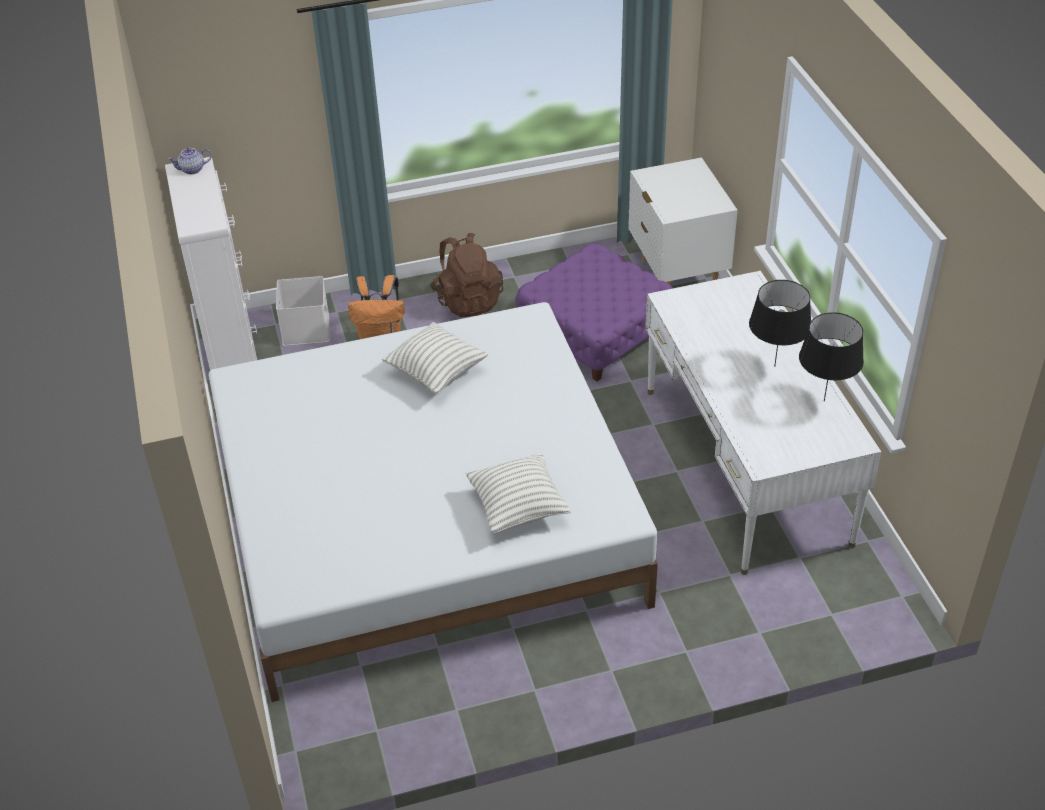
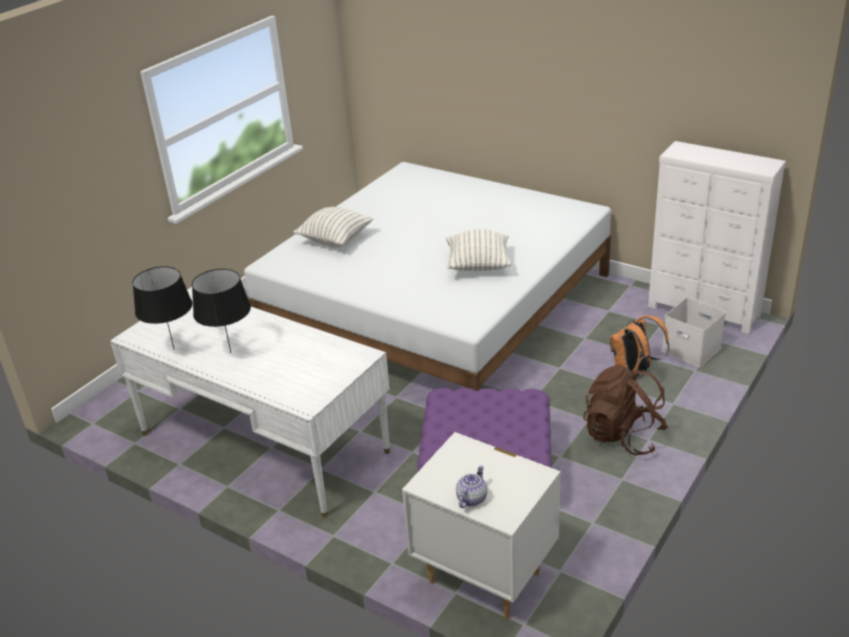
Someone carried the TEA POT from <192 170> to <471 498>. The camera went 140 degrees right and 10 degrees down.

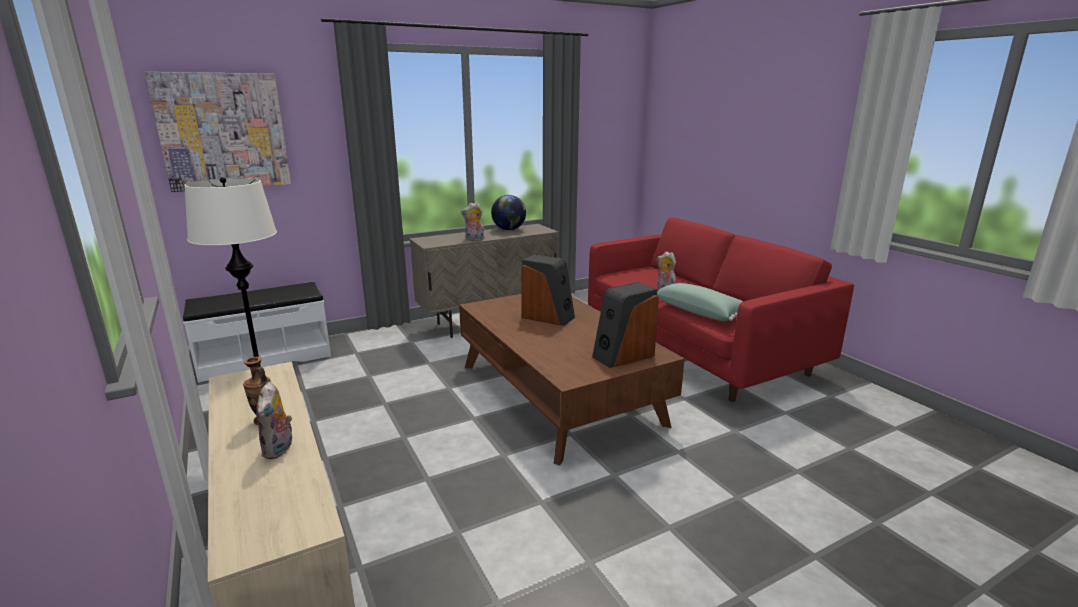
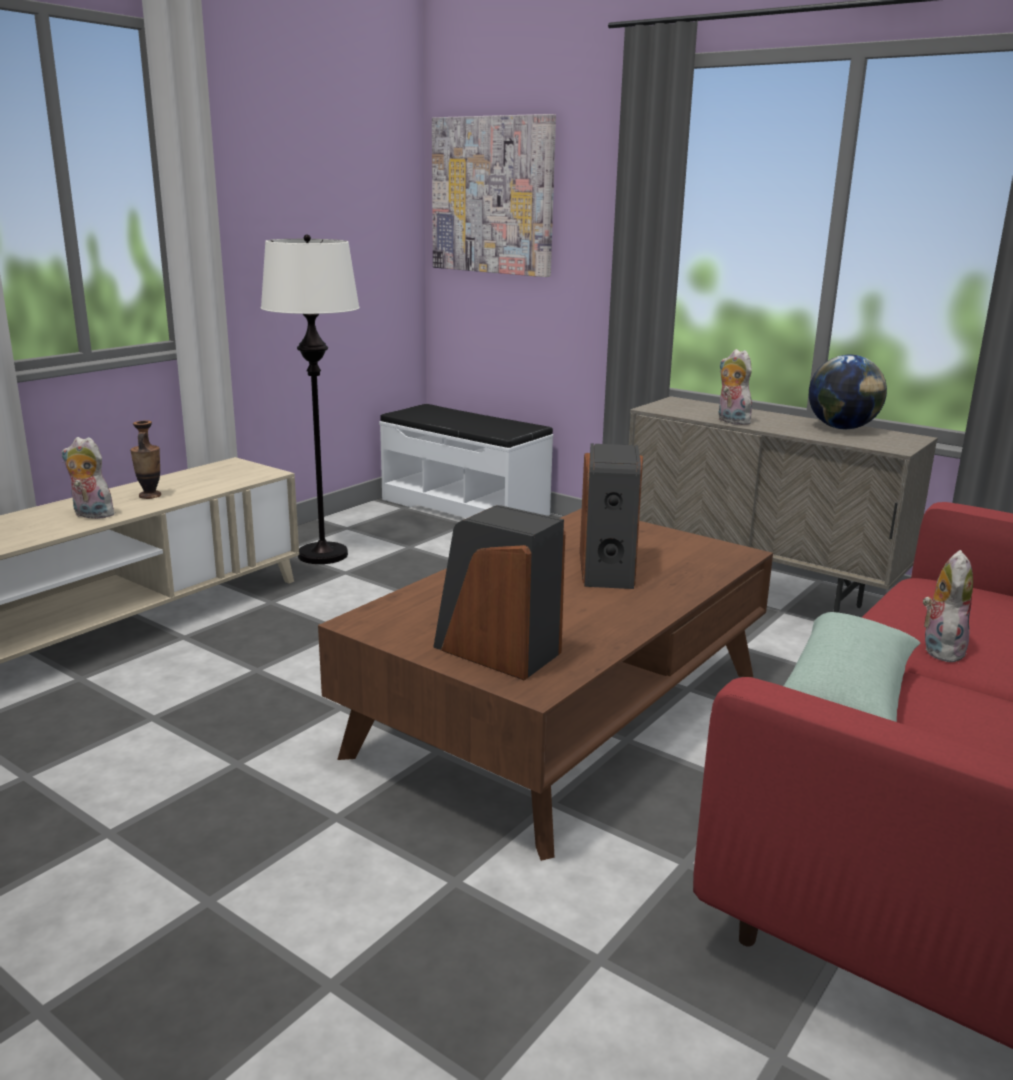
Someone rotated the SOFT TOY at <279 450> by 45 degrees clockwise. The camera went 65 degrees right and 0 degrees up.

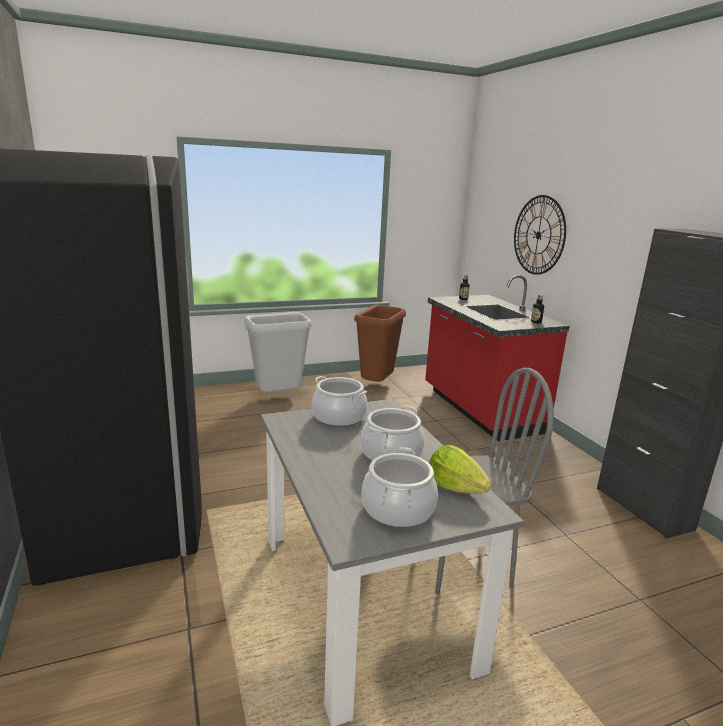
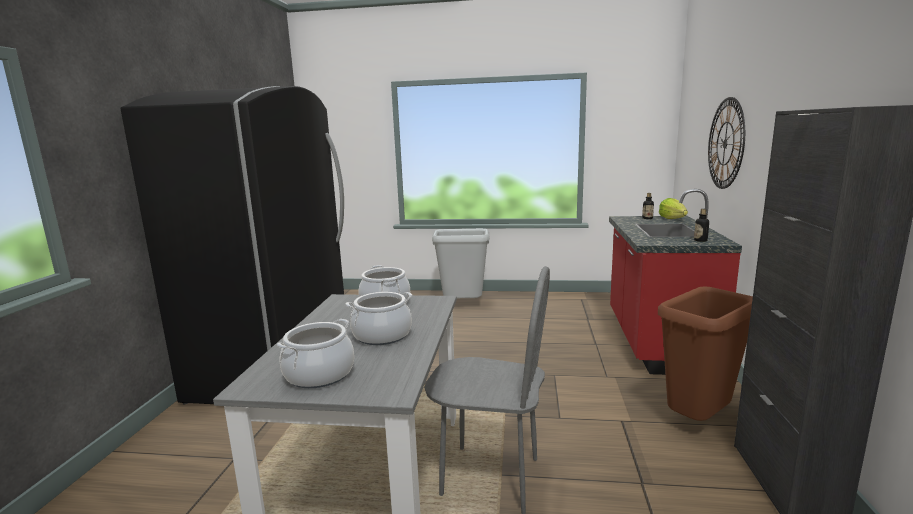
Someone carried the BROWN-COLOURED RUBBISH BIN from <377 386> to <698 422>. Someone carried the LETTUCE from <455 487> to <672 219>. The camera went 30 degrees right and 5 degrees down.

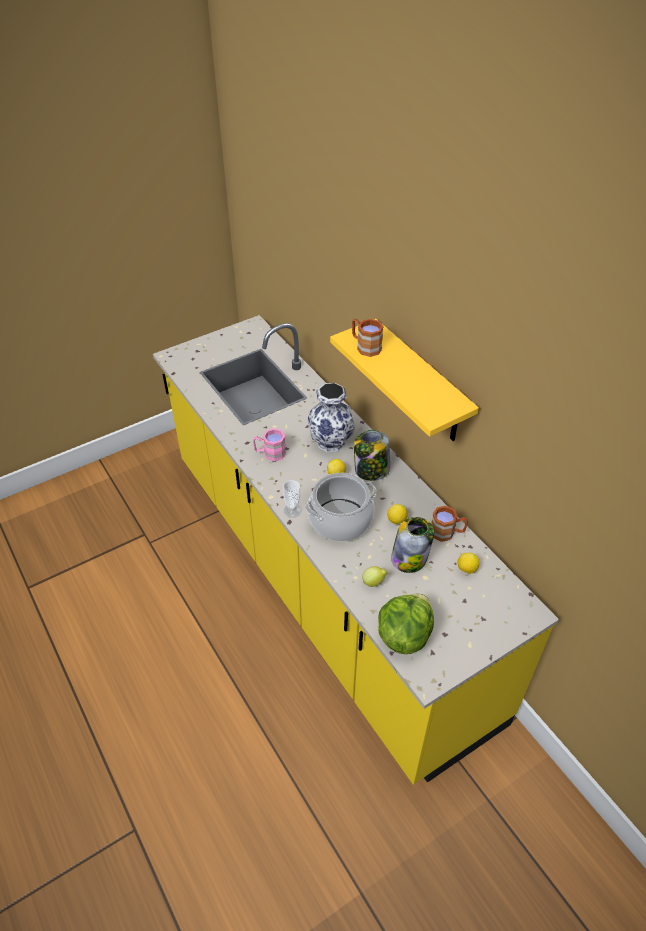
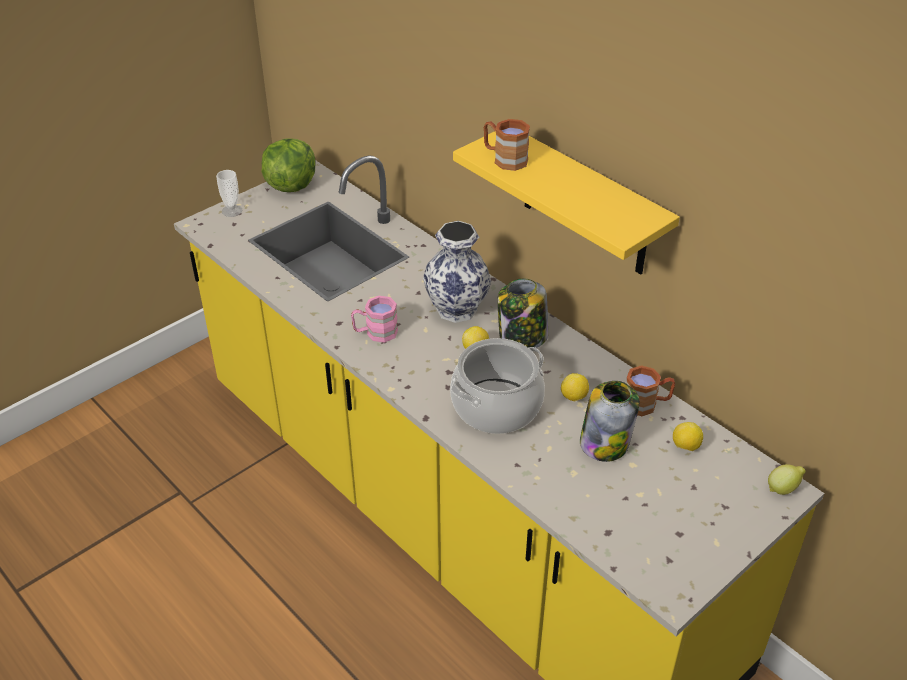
Someone carried the SMALL CUP from <292 510> to <232 211>. Someone carried the LETTUCE from <404 635> to <291 185>. Someone carried the CITRUS FRUIT from <374 582> to <783 489>. The camera went 10 degrees left and 5 degrees down.

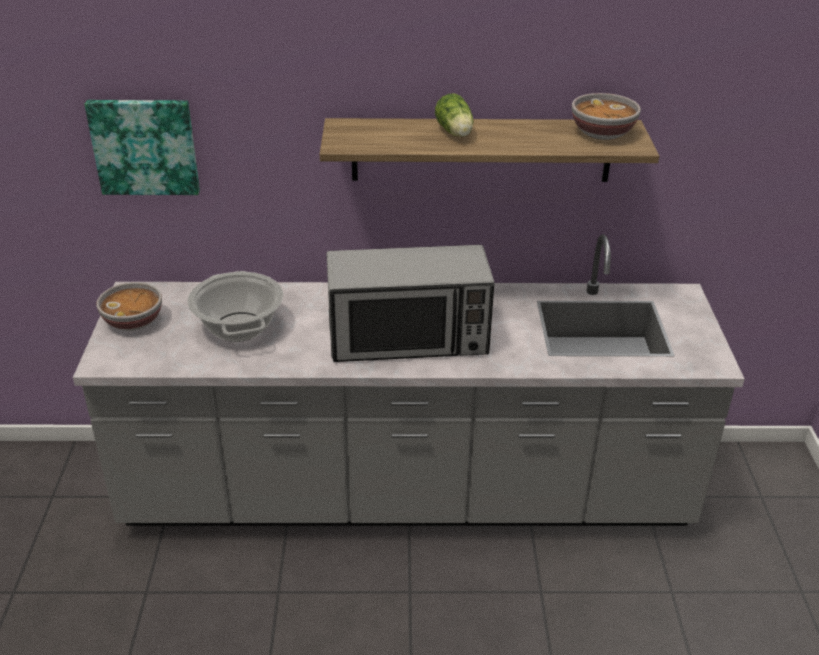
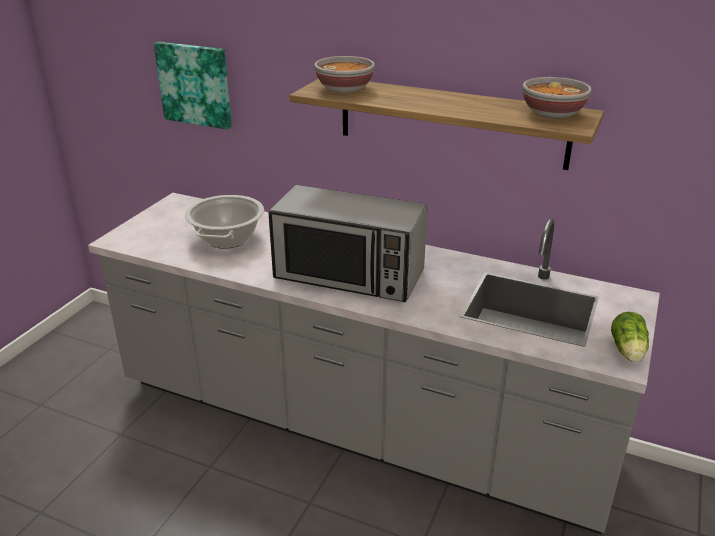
Someone carried the SERVING BOWL from <134 321> to <345 89>. Someone carried the LETTUCE from <455 133> to <628 351>. The camera went 25 degrees right and 5 degrees down.

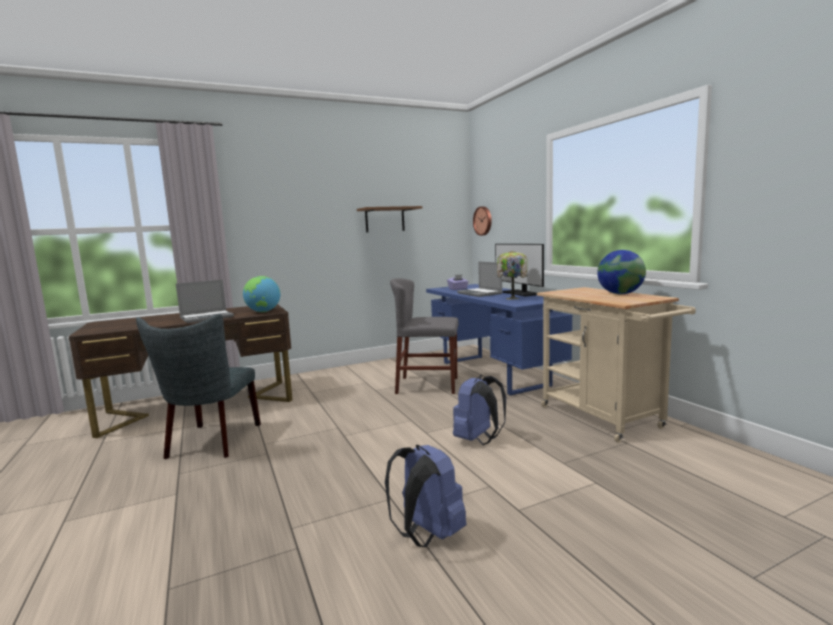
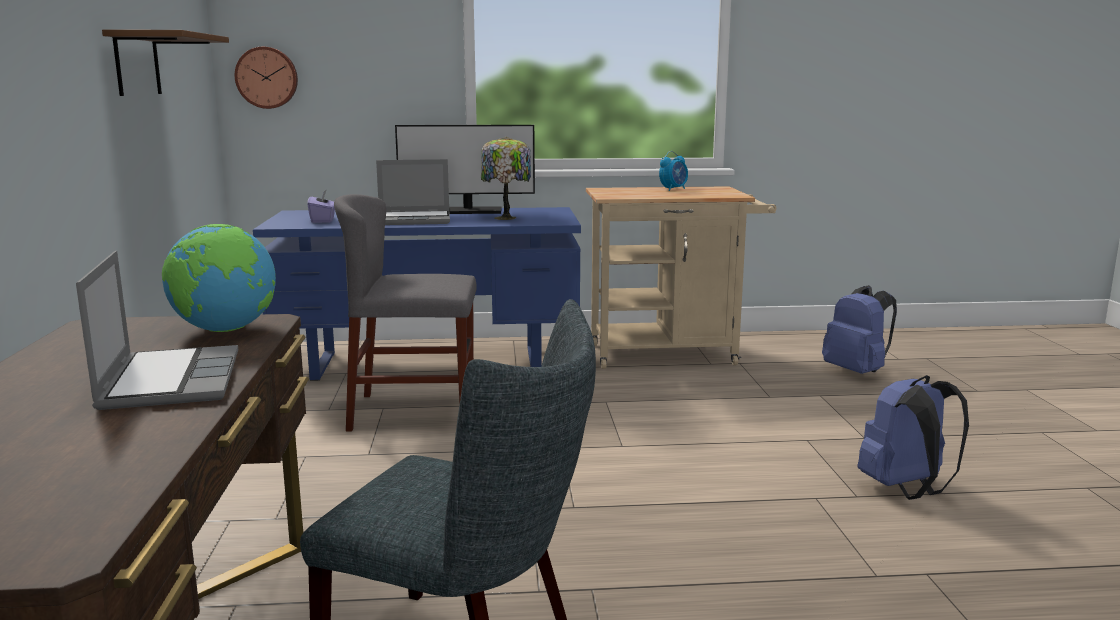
Someone rotated the GRAY CHAIR at <427 385> by 60 degrees clockwise. Someone swapped the GLOBE at <620 294> for the ALARM CLOCK at <673 189>. Someone carried the BLUISH KNAPSACK from <478 440> to <857 372>. The camera went 70 degrees left and 5 degrees up.

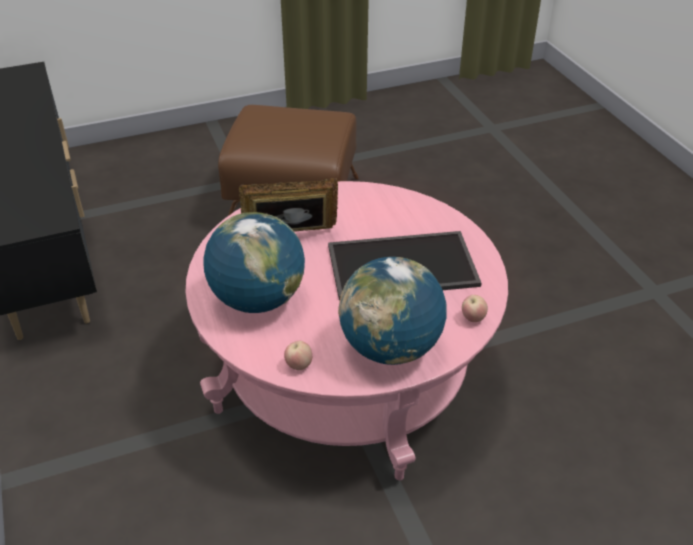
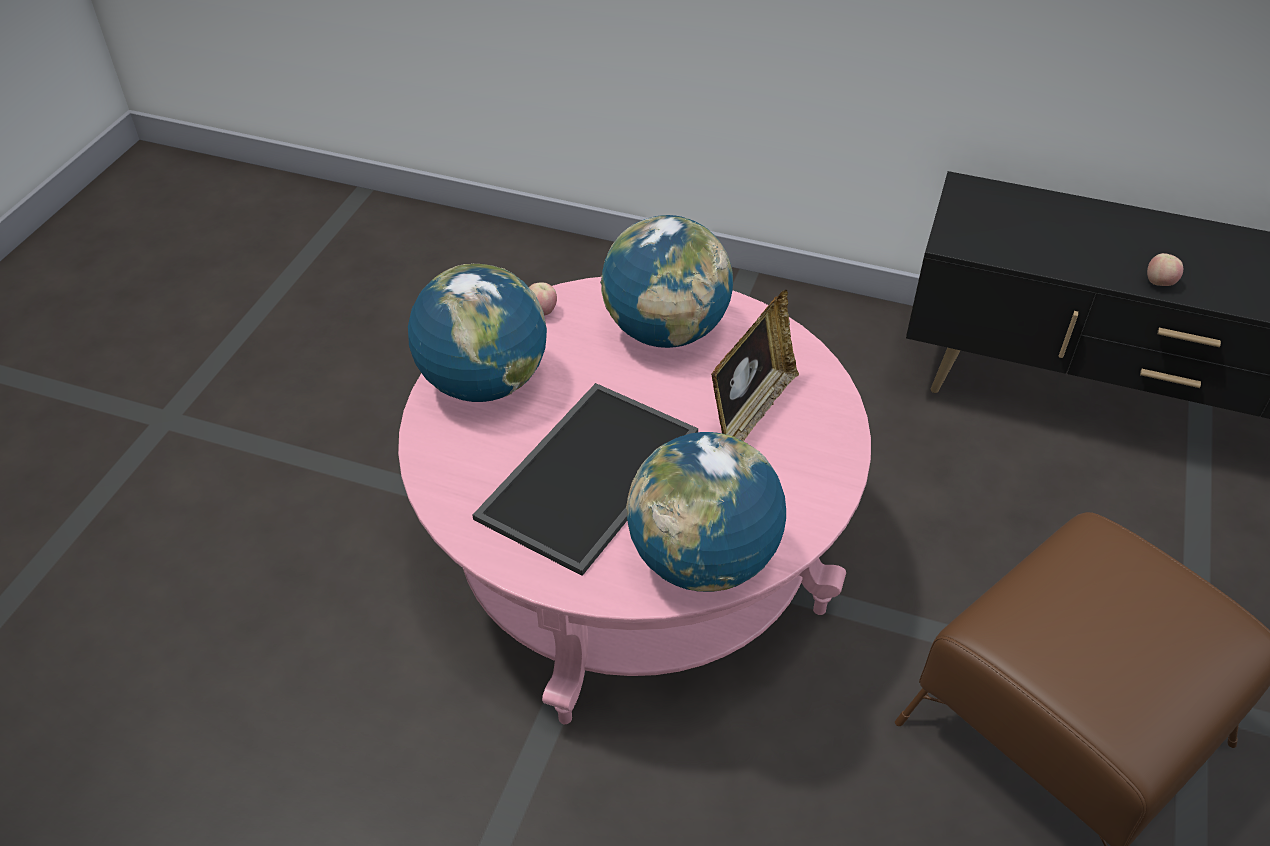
Someone put down the GLOBE at <702 560>. Someone carried the APPLE FRUIT from <473 318> to <1159 283>. The camera went 130 degrees right and 5 degrees up.

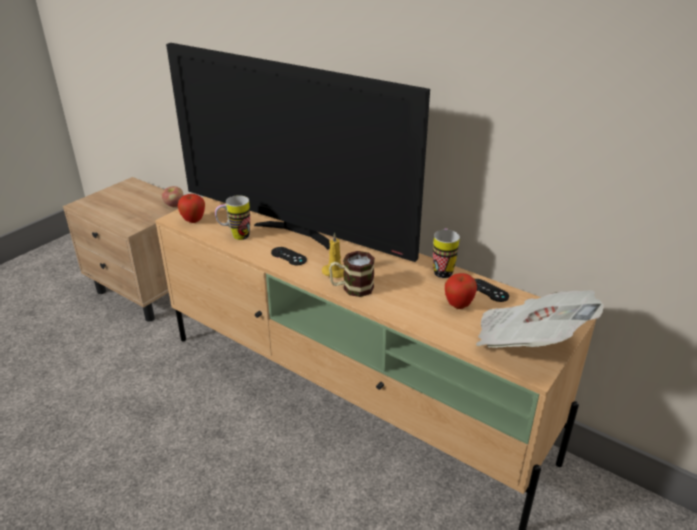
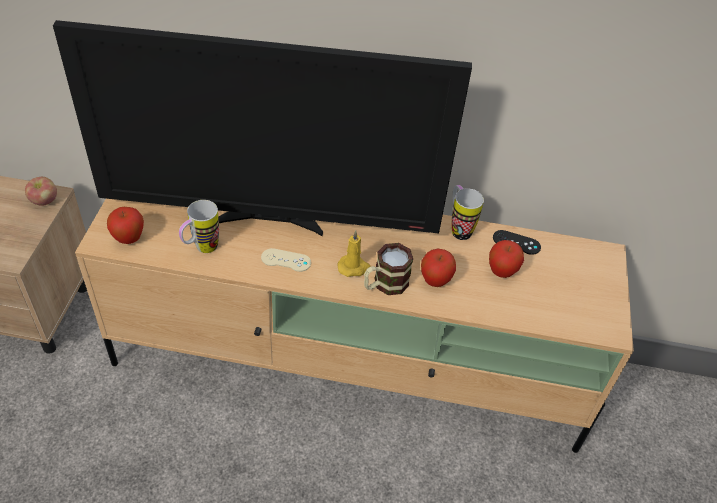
Someone repainted the BLACKISH JOYPAD at <288 256>, which became the BEIGE JOYPAD at <286 260>. Someone put down the APPLE FRUIT at <435 281>. Someone took away the NEWSPAPER at <528 342>. The camera went 30 degrees left and 15 degrees up.

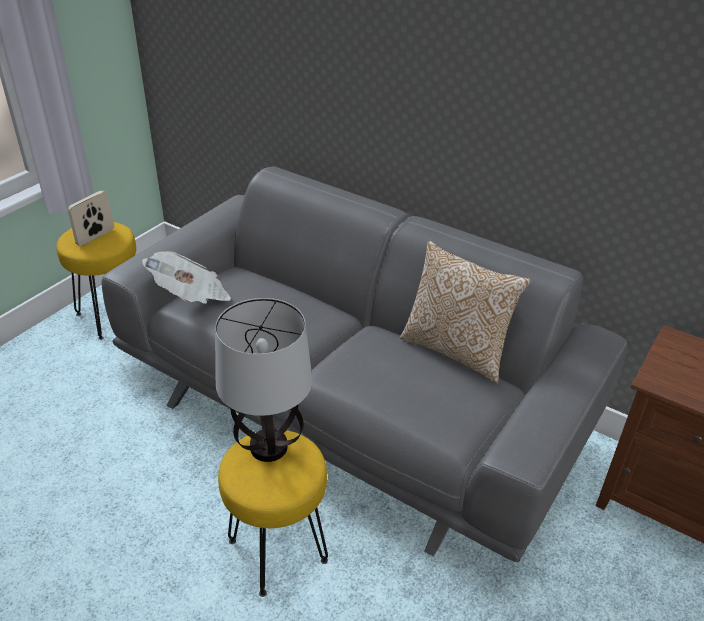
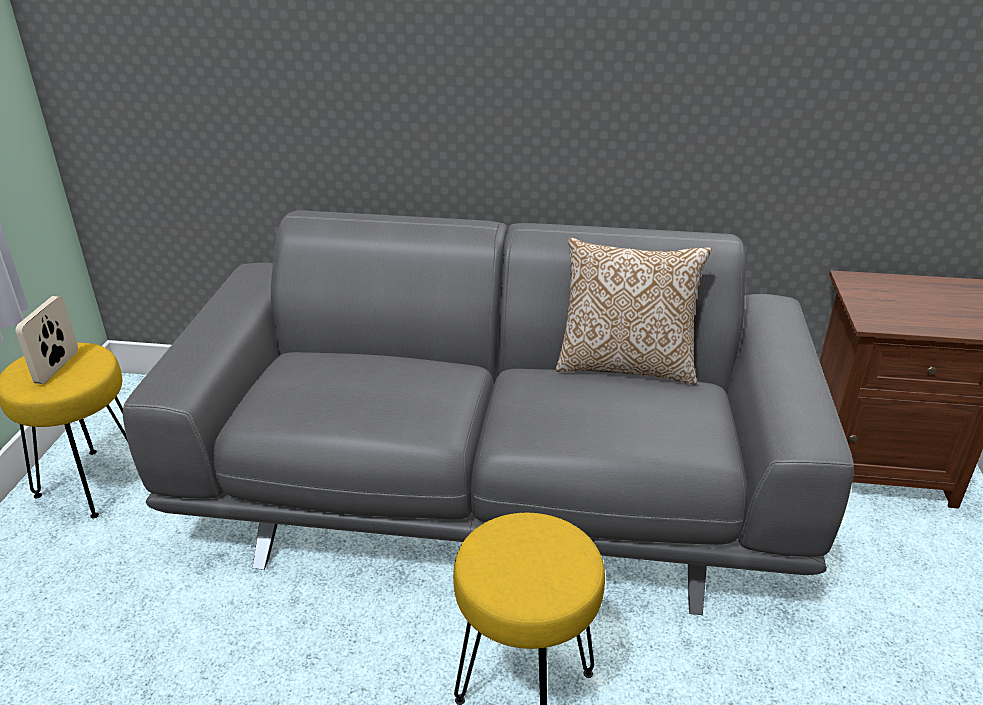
Someone took away the NEWSPAPER at <191 296>. Someone took away the TABLETOP LAMP at <268 448>. The camera went 25 degrees left and 5 degrees down.

